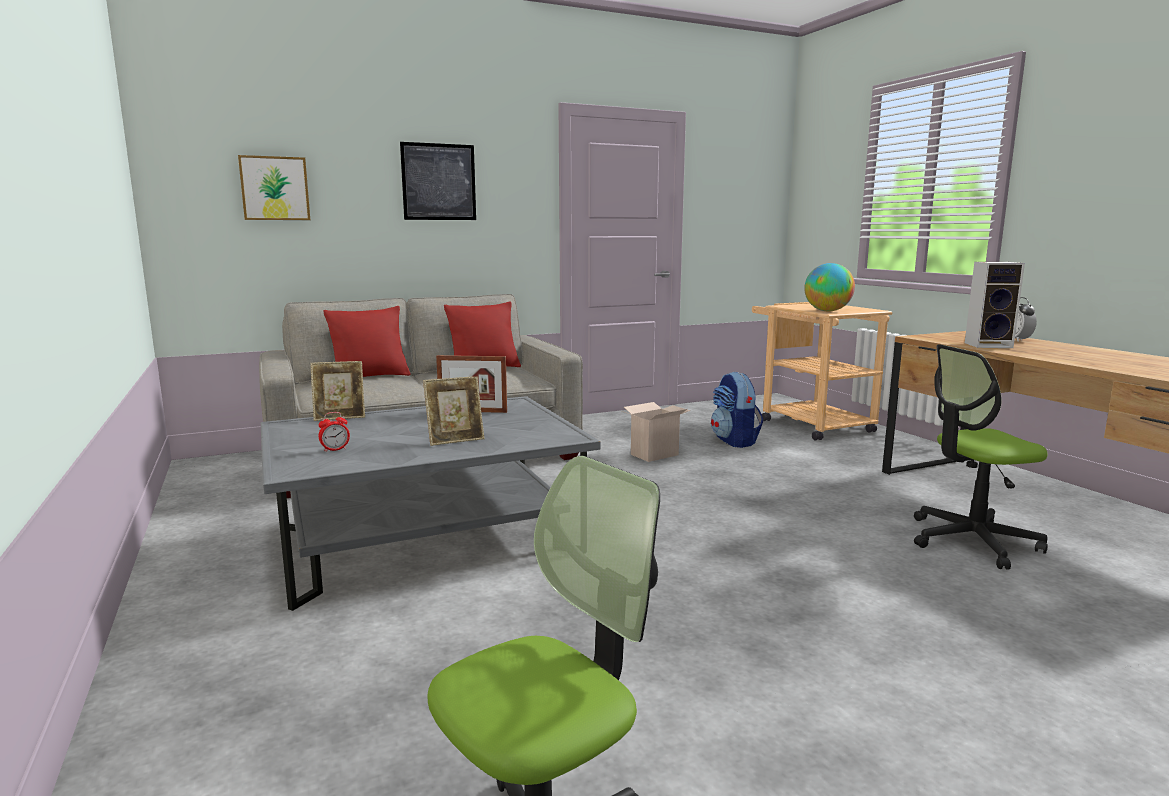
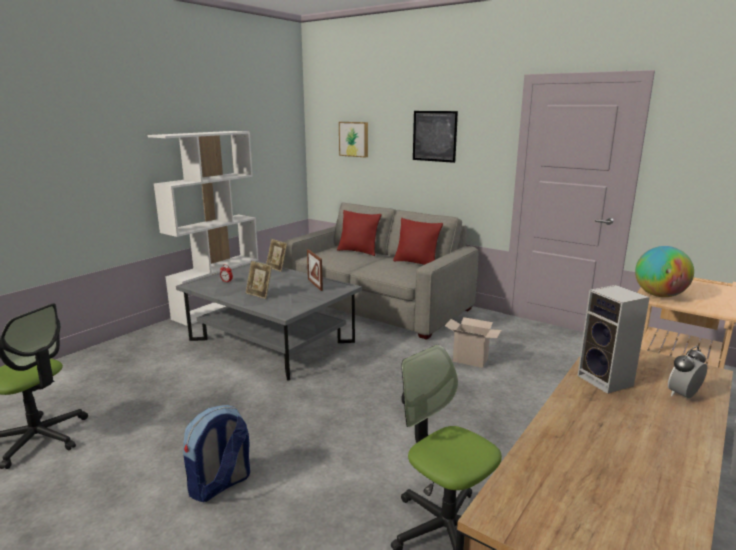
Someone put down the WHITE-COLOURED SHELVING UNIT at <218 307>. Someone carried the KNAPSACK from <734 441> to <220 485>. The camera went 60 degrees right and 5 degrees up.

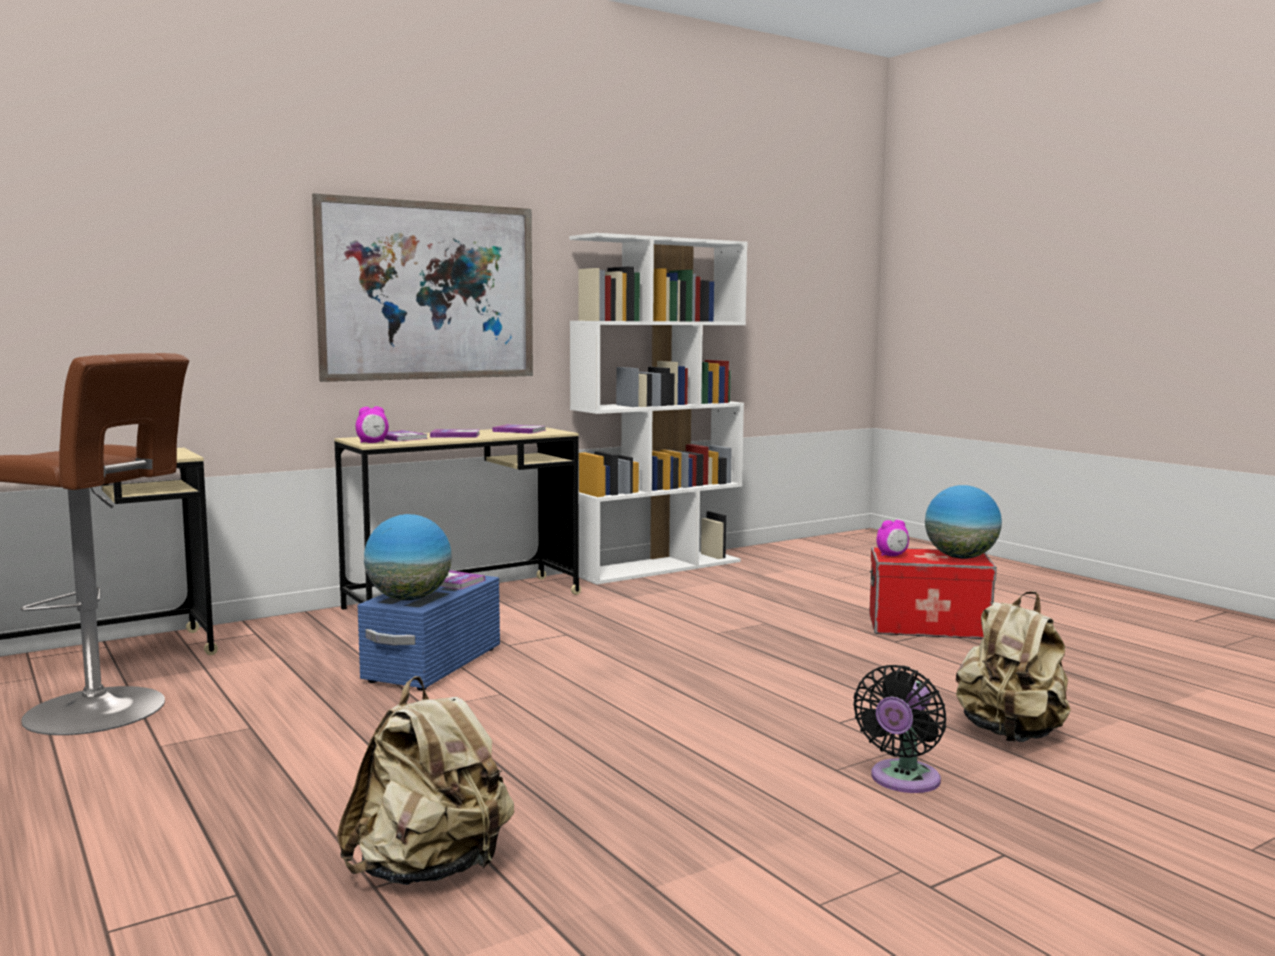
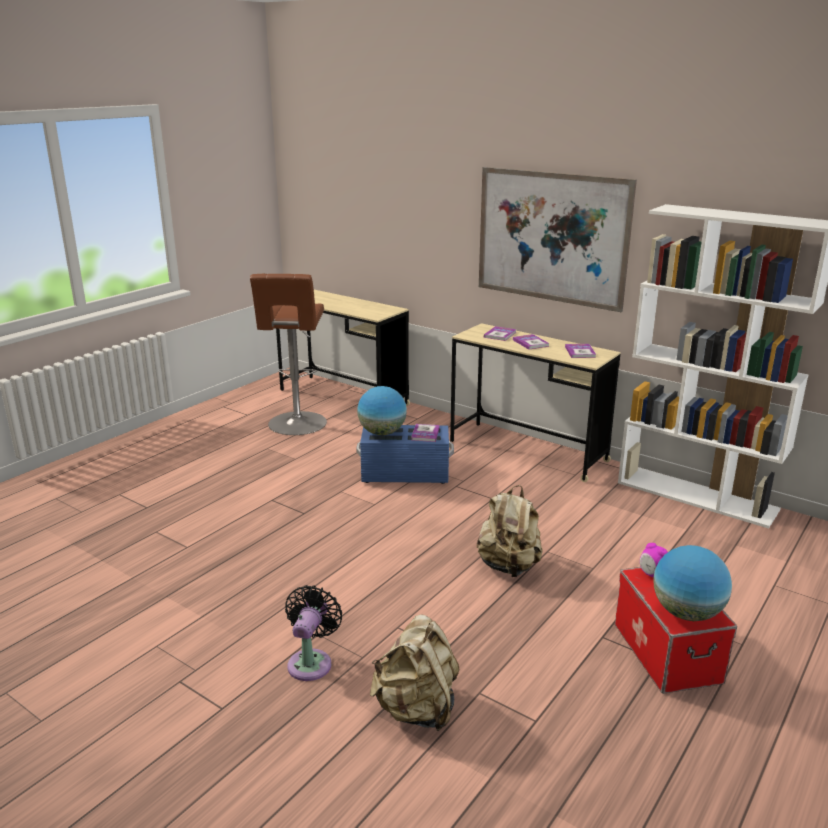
Someone rotated the BLACKISH ELECTRIC FAN at <902 781> by 90 degrees clockwise. Someone carried the BEIGE KNAPSACK from <430 870> to <509 566>. Someone took away the ALARM CLOCK at <372 442>. The camera went 70 degrees right and 15 degrees up.

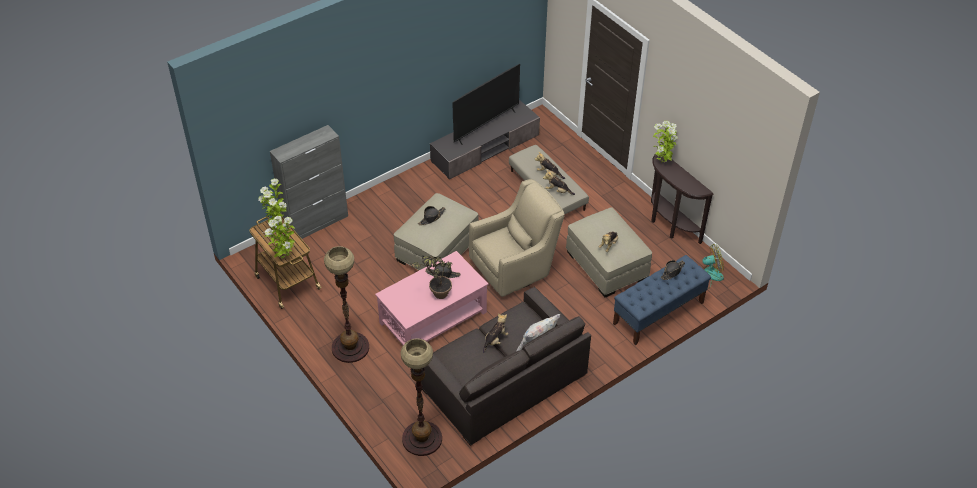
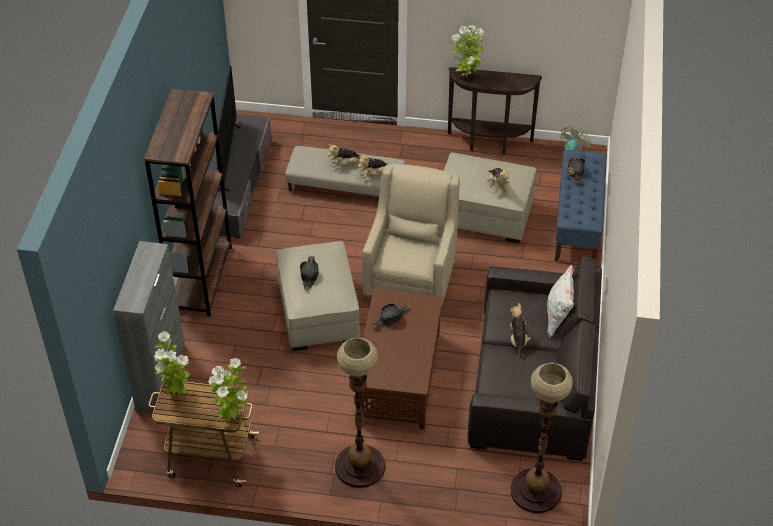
Someone put down the BROWN-COLOURED SHELVING UNIT at <202 278>. Someone repainted the PINK COFFEE TABLE at <432 318>, which became the BROWN-COLOURED COFFEE TABLE at <398 377>. Someone took away the PLANT IN A POT at <435 294>. The camera went 45 degrees left and 0 degrees up.

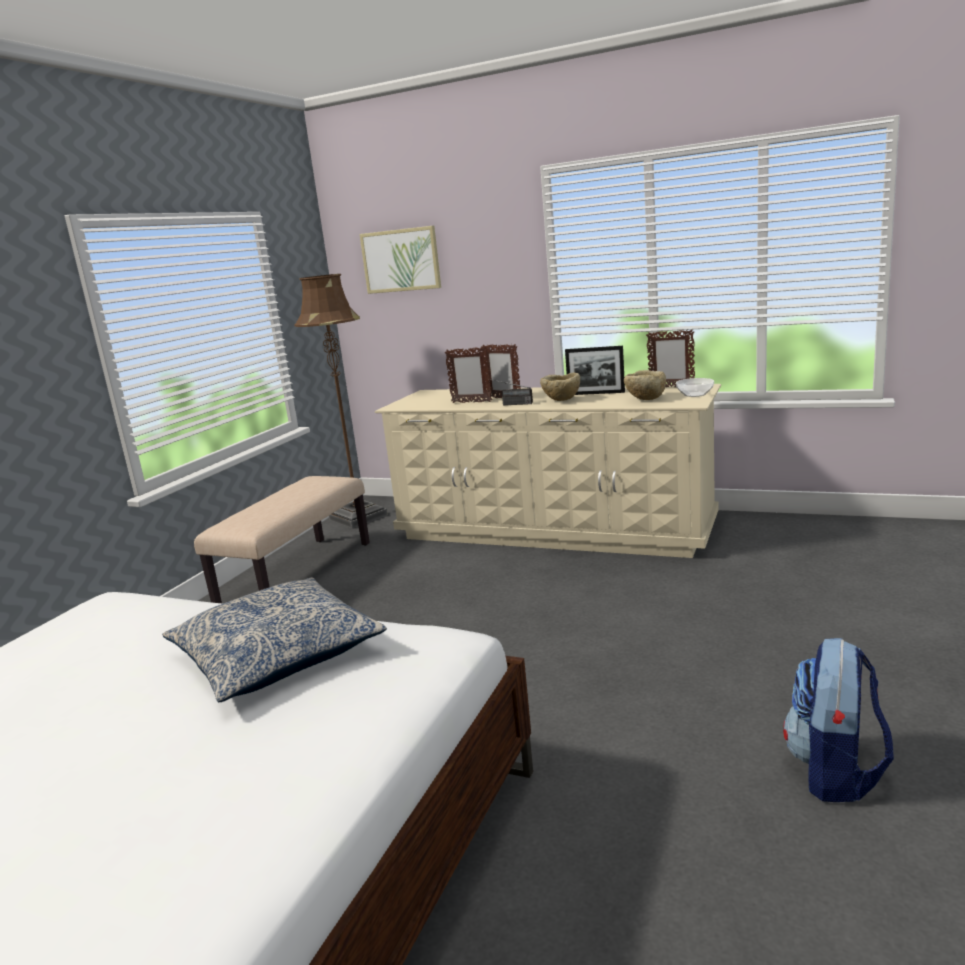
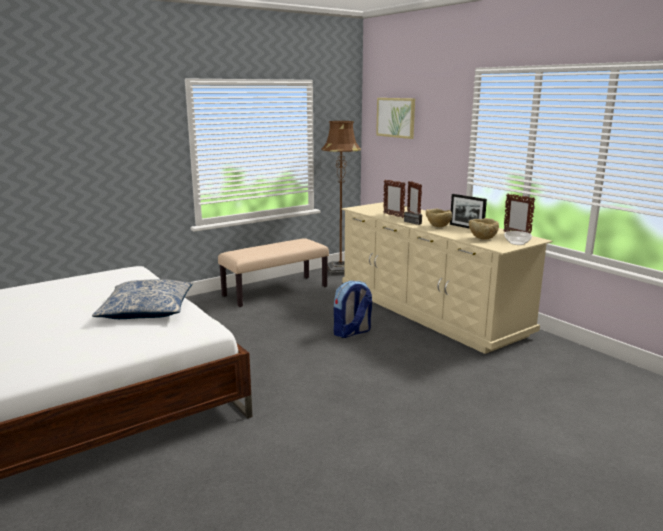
Someone carried the KNAPSACK from <835 772> to <352 332>. The camera went 30 degrees right and 0 degrees up.

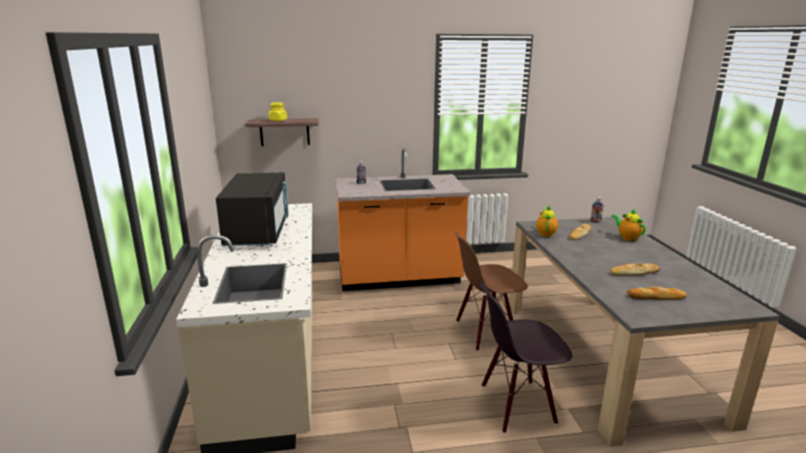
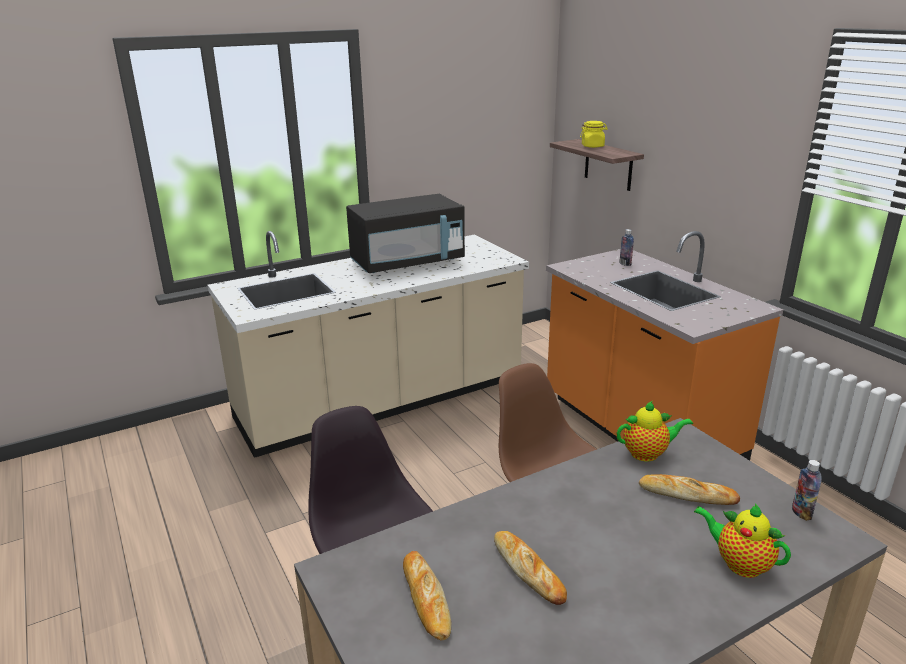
Someone rotated the TEA POT at <627 237> by 90 degrees counterclockwise. The camera went 70 degrees right and 5 degrees up.

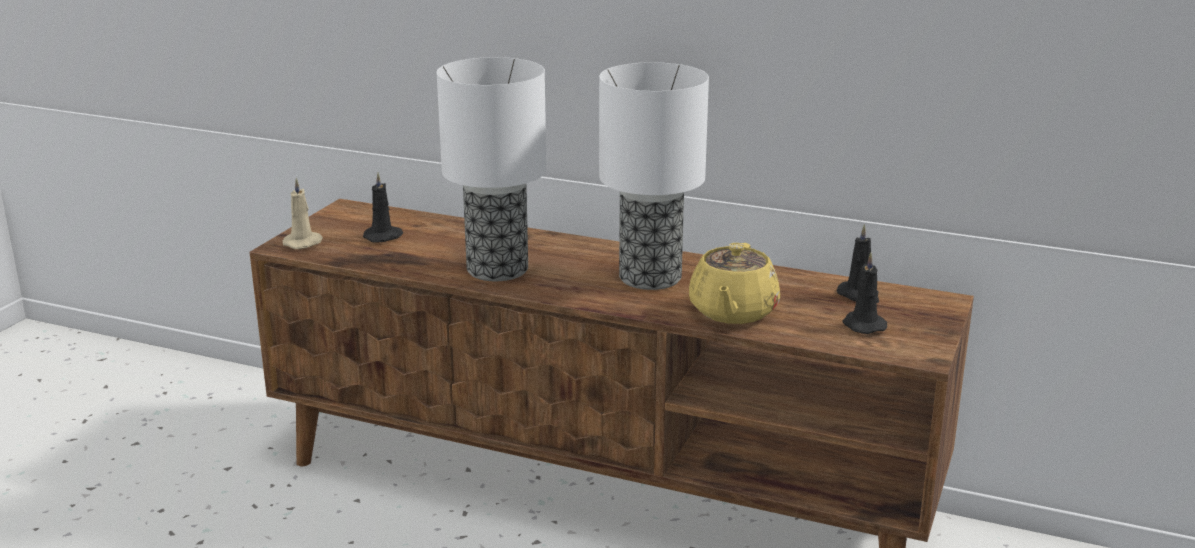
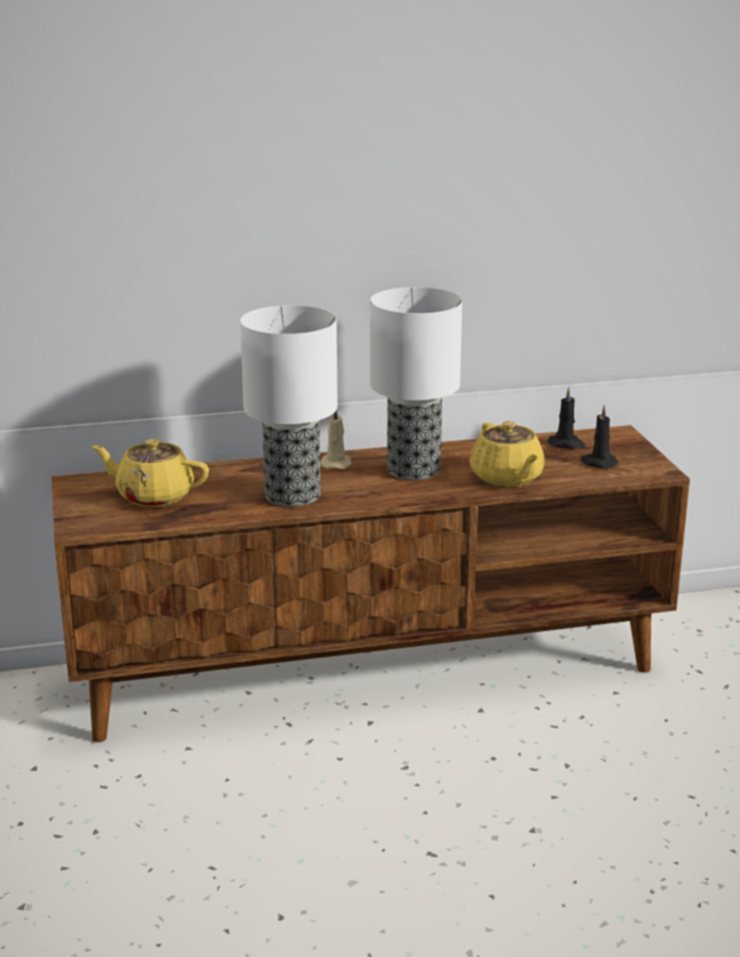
Someone swapped the BLACKISH WAX LIGHT at <384 236> for the YELLOWISH TEA POT at <153 496>. Someone carried the BEIGE WAX LIGHT from <304 243> to <336 463>. The camera went 35 degrees left and 0 degrees up.

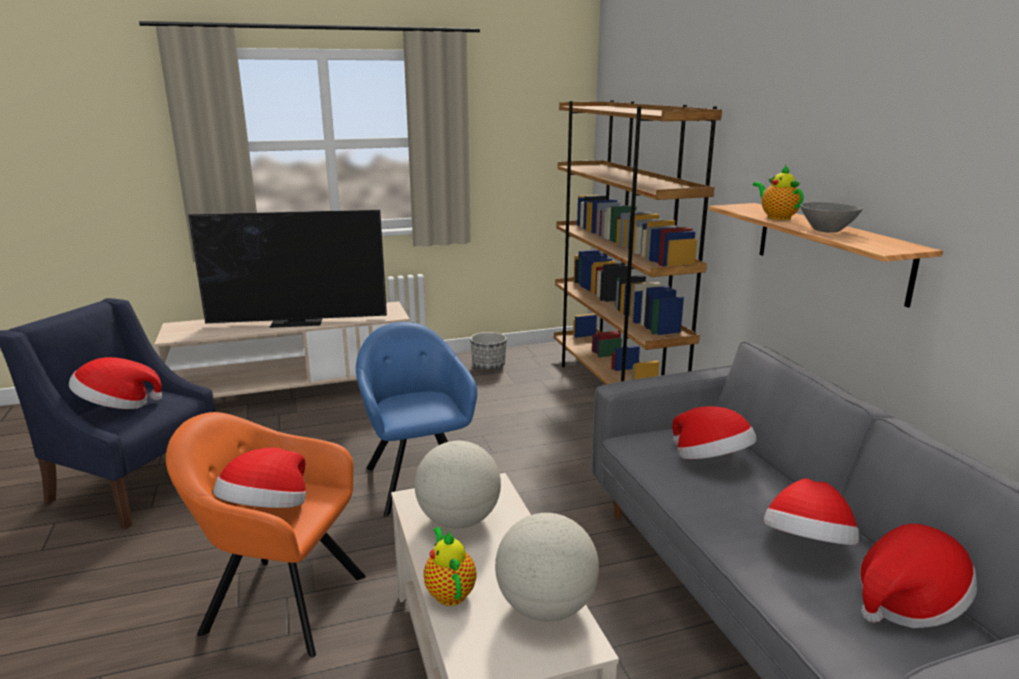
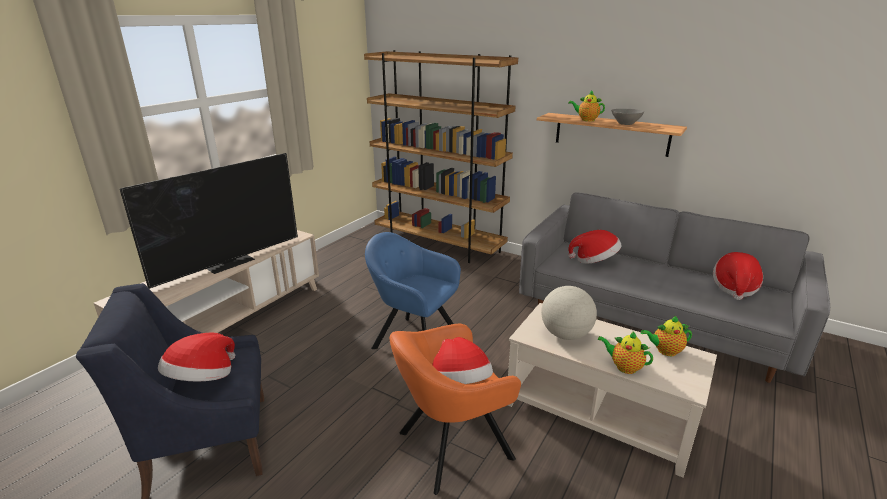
Someone swapped the GLOBE at <546 607> for the TEA POT at <665 351>. Someone took away the PLANT POT at <489 366>. Someone took away the CLOTHING HAT at <806 546>. The camera went 40 degrees left and 5 degrees up.

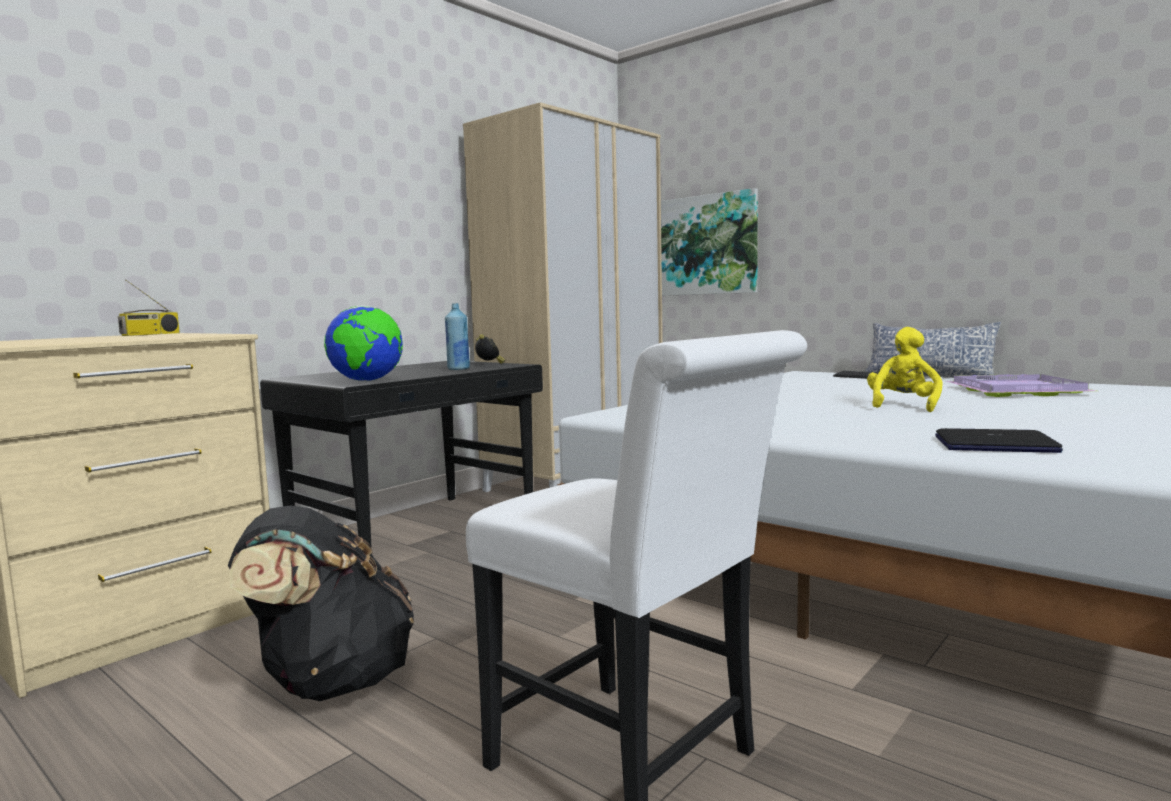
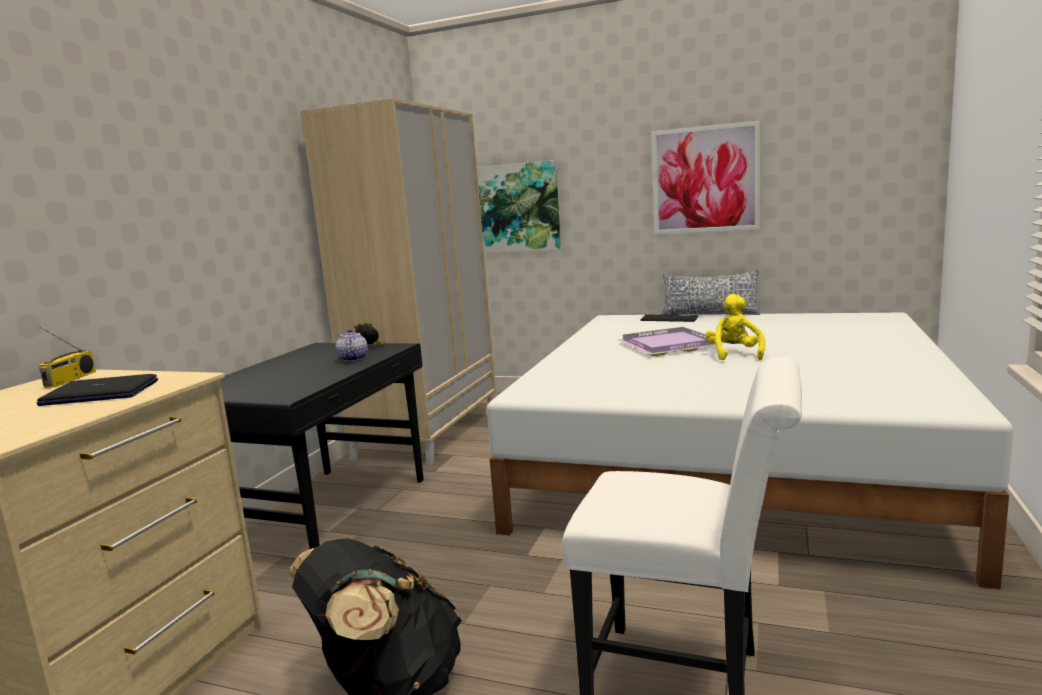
Someone carried the LAPTOP from <994 445> to <99 393>. Someone swapped the BLUISH BEVERAGE BOTTLE at <458 369> for the TEA POT at <352 359>. Someone carried the PURPLE TRAY from <1015 391> to <667 345>. Someone put up the PICTURE at <705 179>. Someone took away the GLOBE at <366 381>. The camera went 20 degrees left and 5 degrees up.

